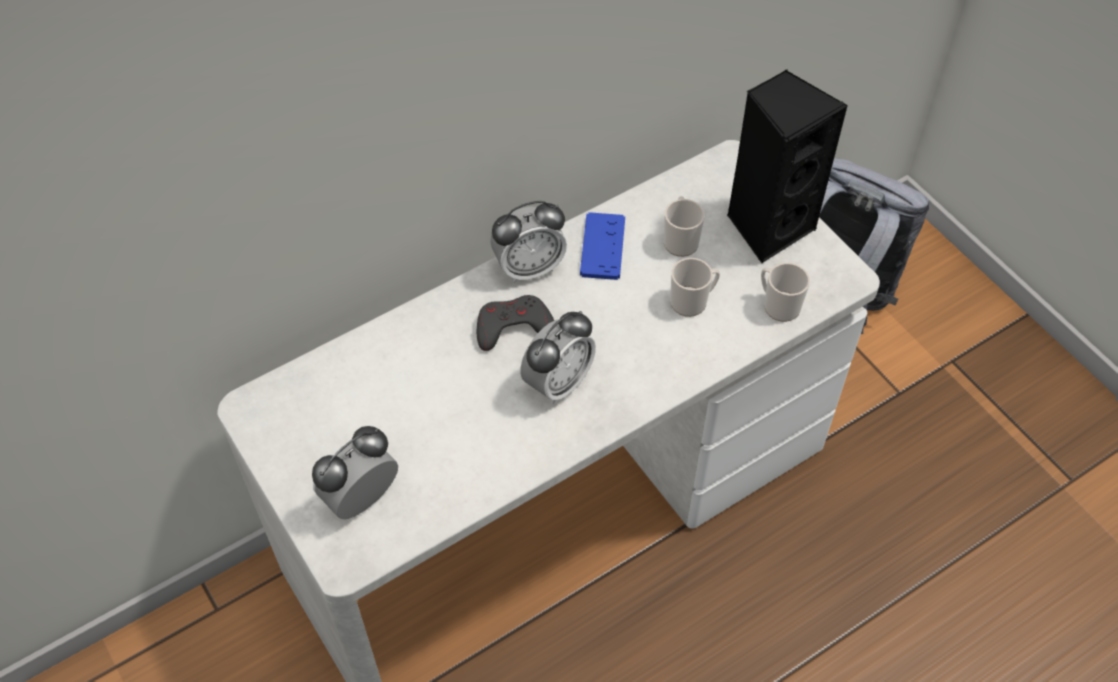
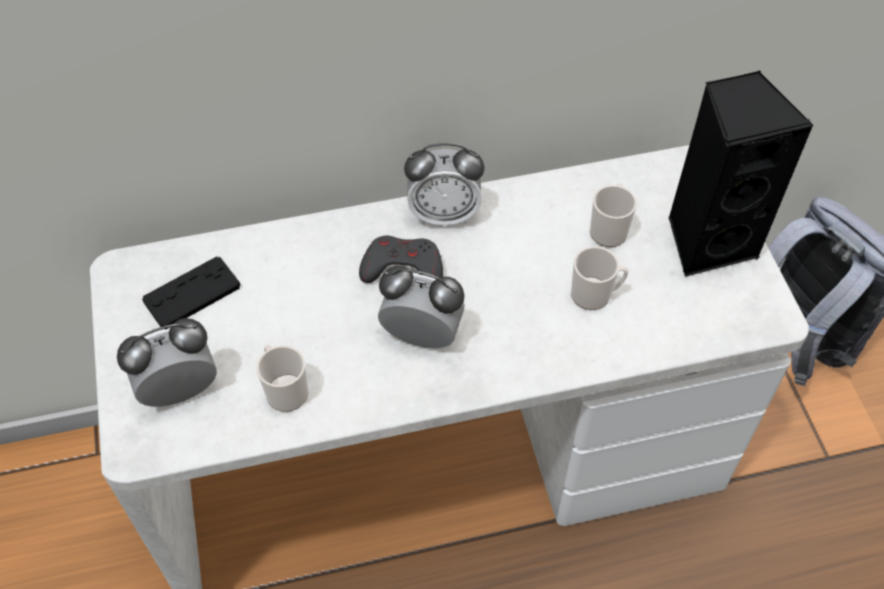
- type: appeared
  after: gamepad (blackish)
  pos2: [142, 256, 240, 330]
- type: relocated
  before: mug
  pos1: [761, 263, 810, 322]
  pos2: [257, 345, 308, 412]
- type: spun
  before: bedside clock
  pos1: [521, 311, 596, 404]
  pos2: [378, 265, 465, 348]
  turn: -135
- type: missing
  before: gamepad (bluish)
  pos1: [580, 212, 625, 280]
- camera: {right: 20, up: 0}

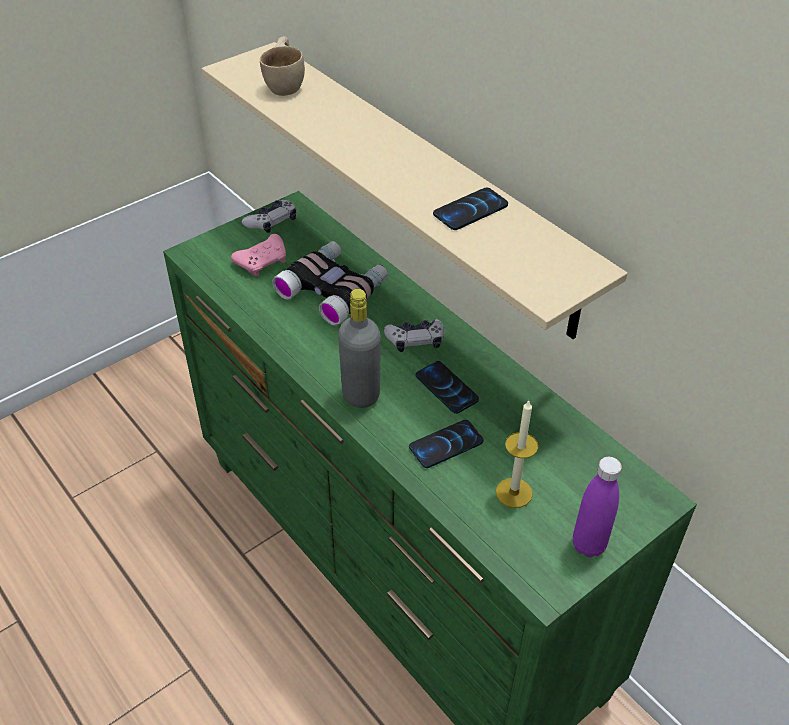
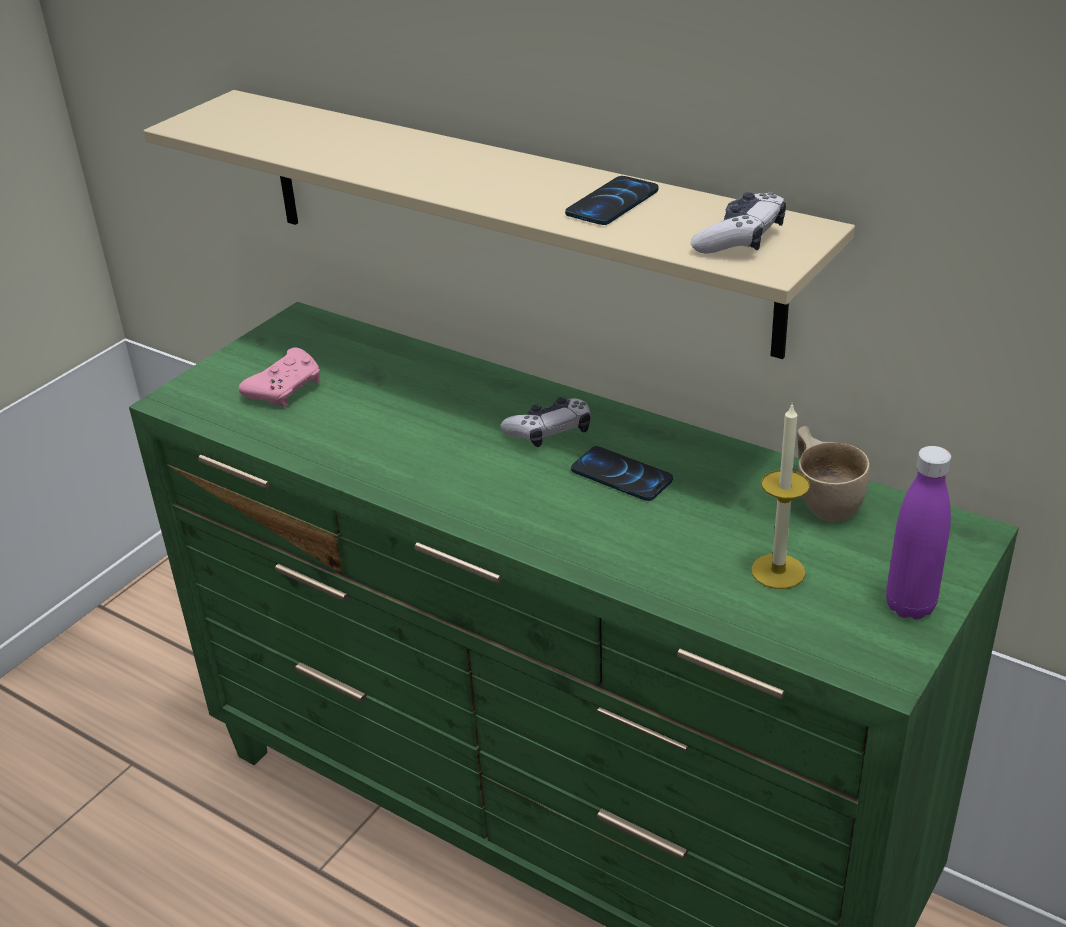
- type: relocated
  before: gamepad
  pos1: [242, 200, 296, 233]
  pos2: [691, 192, 786, 254]
- type: relocated
  before: cup (sand-coloured)
  pos1: [260, 36, 305, 96]
  pos2: [797, 426, 870, 522]
- type: missing
  before: field glasses
  pos1: [272, 241, 388, 326]
- type: missing
  before: drink bottle (grey)
  pos1: [338, 289, 381, 408]
- type: missing
  before: phone
  pos1: [409, 420, 484, 468]
- camera: {right: -15, up: -10}

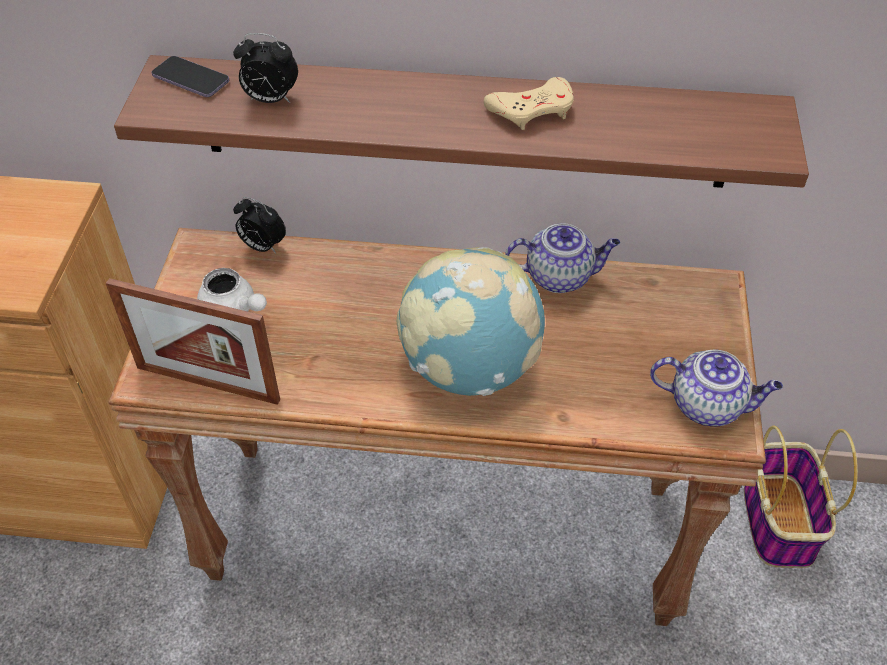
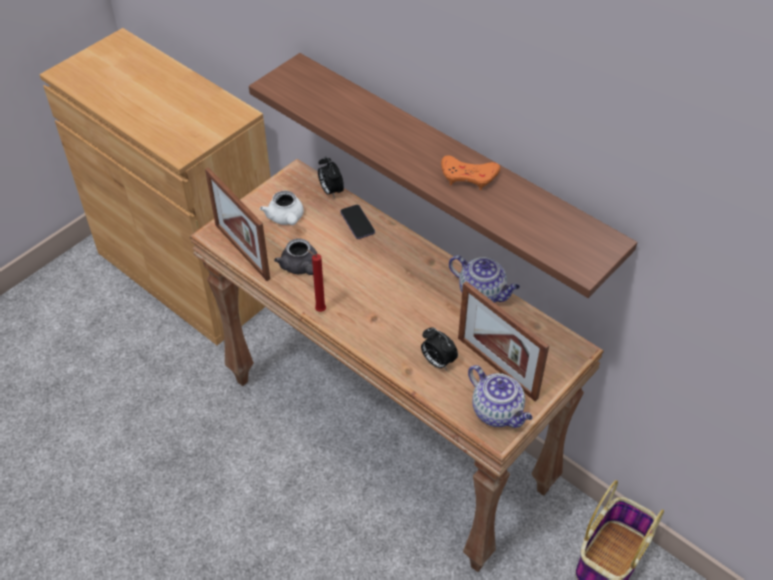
- type: appeared
  after: tea pot (grey)
  pos2: [274, 238, 317, 275]
- type: appeared
  after: wax candle (red-coloured)
  pos2: [307, 250, 326, 312]
- type: relocated
  before: phone
  pos1: [152, 56, 229, 97]
  pos2: [340, 205, 375, 239]
- type: relocated
  before: bedside clock
  pos1: [233, 33, 298, 103]
  pos2: [421, 328, 458, 370]
- type: colour
  before: gamepad (sand-coloured)
  after: gamepad (orangey)
  pos1: [484, 77, 574, 130]
  pos2: [441, 156, 500, 190]
- type: appeared
  after: picture frame
  pos2: [458, 281, 549, 401]
- type: missing
  before: globe
  pos1: [397, 247, 545, 396]
- camera: {right: 35, up: 0}

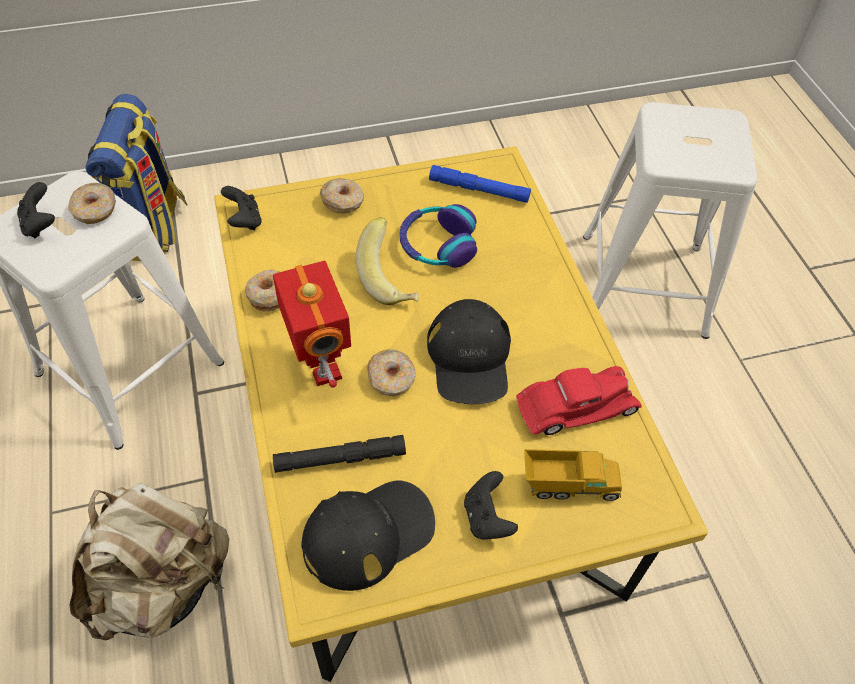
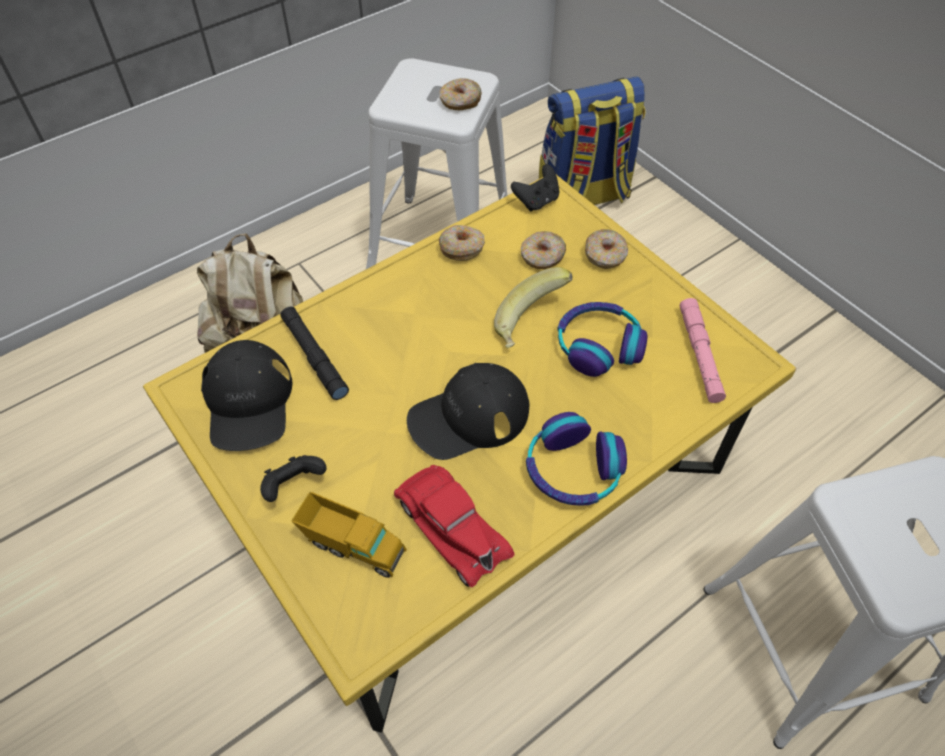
- type: spun
  before: cap (blackish)
  pos1: [301, 480, 435, 591]
  pos2: [201, 340, 292, 451]
  turn: 45
- type: spun
  before: toy lorry
  pos1: [524, 449, 622, 501]
  pos2: [292, 492, 407, 578]
  turn: -45
- type: relocated
  before: ring doughnut
  pos1: [367, 349, 416, 396]
  pos2: [521, 231, 566, 269]
- type: appeared
  after: pair of headphones
  pos2: [526, 412, 627, 506]
- type: colour
  before: hand torch (bluish)
  after: hand torch (pink)
  pos1: [429, 165, 531, 203]
  pos2: [680, 298, 726, 403]
- type: missing
  before: gamepad (blackish)
  pos1: [17, 182, 55, 238]
- type: missing
  before: model robot
  pos1: [273, 261, 351, 388]
- camera: {right: 70, up: 0}

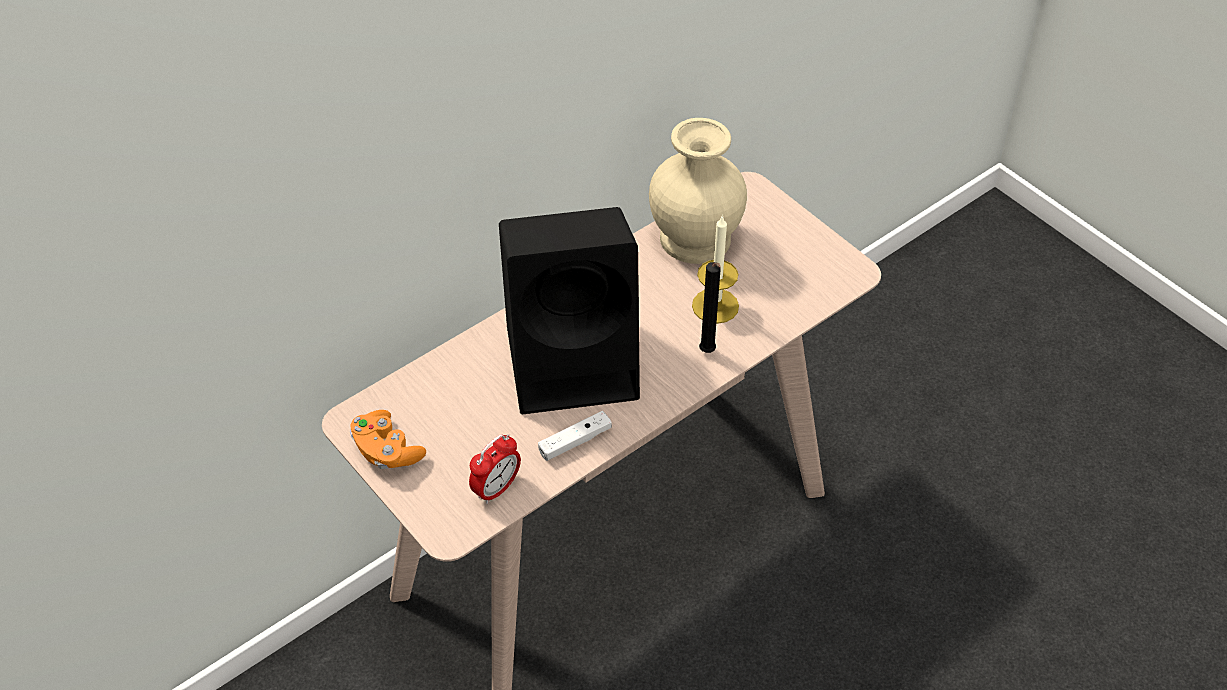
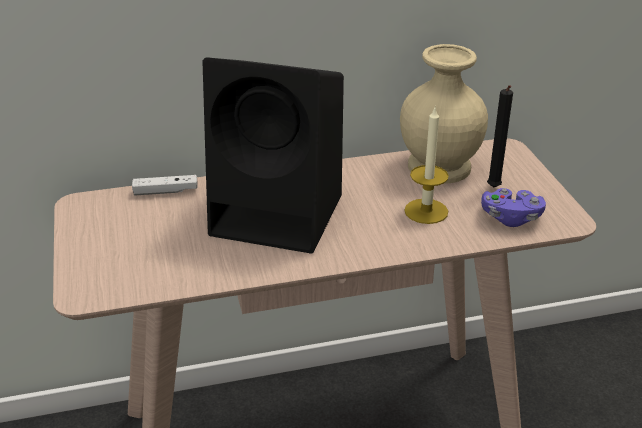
- type: relocated
  before: gamepad (whitish)
  pos1: [538, 411, 612, 461]
  pos2: [132, 175, 198, 195]
- type: appeared
  after: gamepad (purple-coloured)
  pos2: [481, 188, 546, 227]
- type: relocated
  before: wax candle (blackish)
  pos1: [699, 262, 721, 353]
  pos2: [487, 85, 513, 187]
- type: missing
  before: gamepad (orangey)
  pos1: [350, 410, 426, 469]
- type: missing
  before: bedside clock
  pos1: [469, 434, 521, 504]
- camera: {right: 25, up: -15}

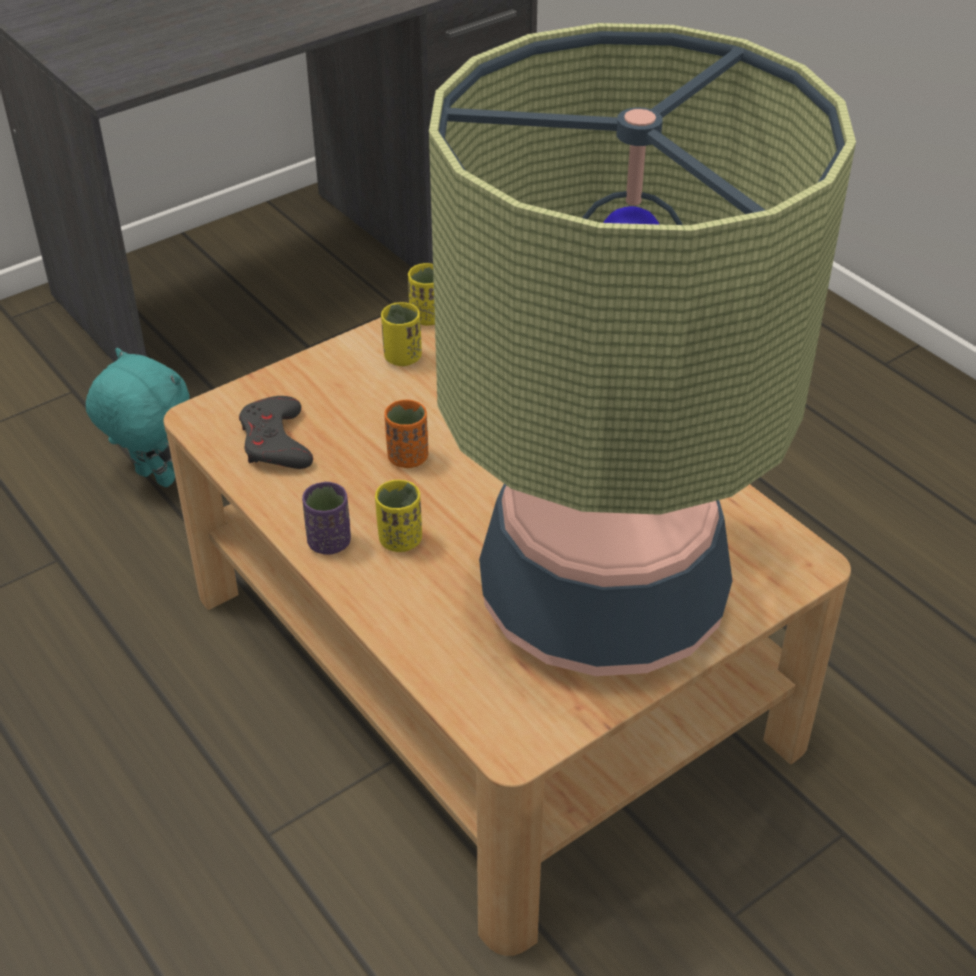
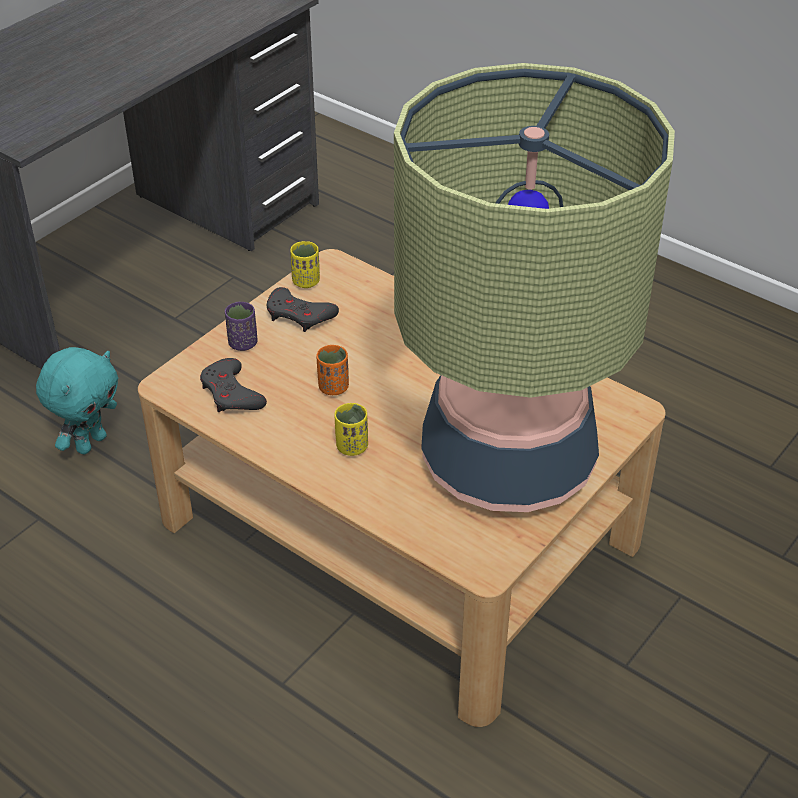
- type: spun
  before: soft toy (turquoise-coloured)
  pos1: [86, 348, 190, 488]
  pos2: [36, 347, 118, 454]
  turn: 105
- type: relocated
  before: cup (purple-coloured)
  pos1: [302, 482, 351, 555]
  pos2: [224, 302, 258, 351]
- type: exchanged
  before: cup (yellow-coloured)
  after: gamepad (grey)
  pos1: [381, 302, 422, 366]
  pos2: [267, 287, 339, 332]
- camera: {right: -15, up: 0}

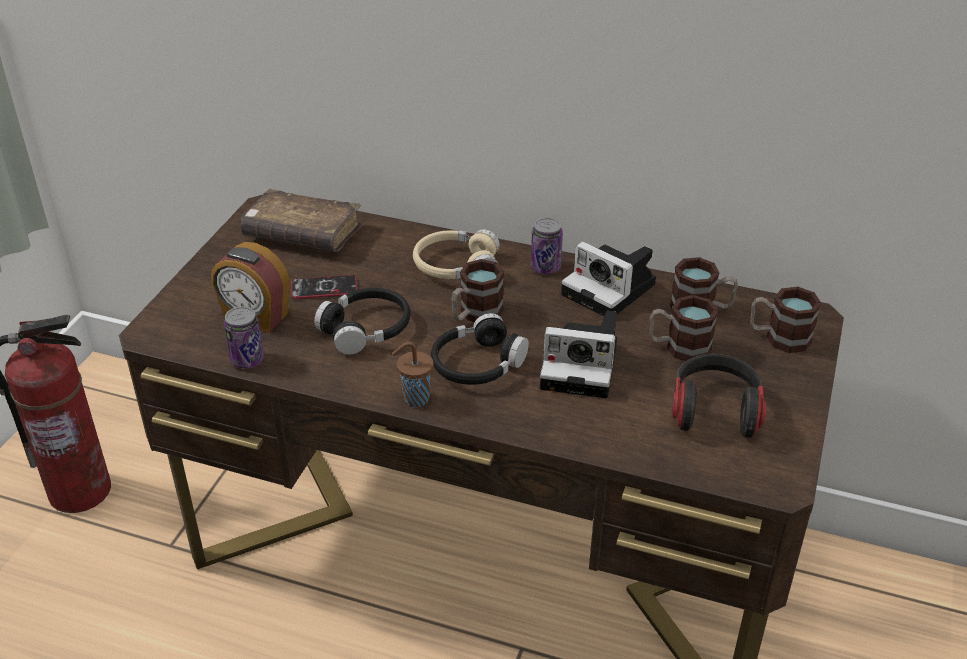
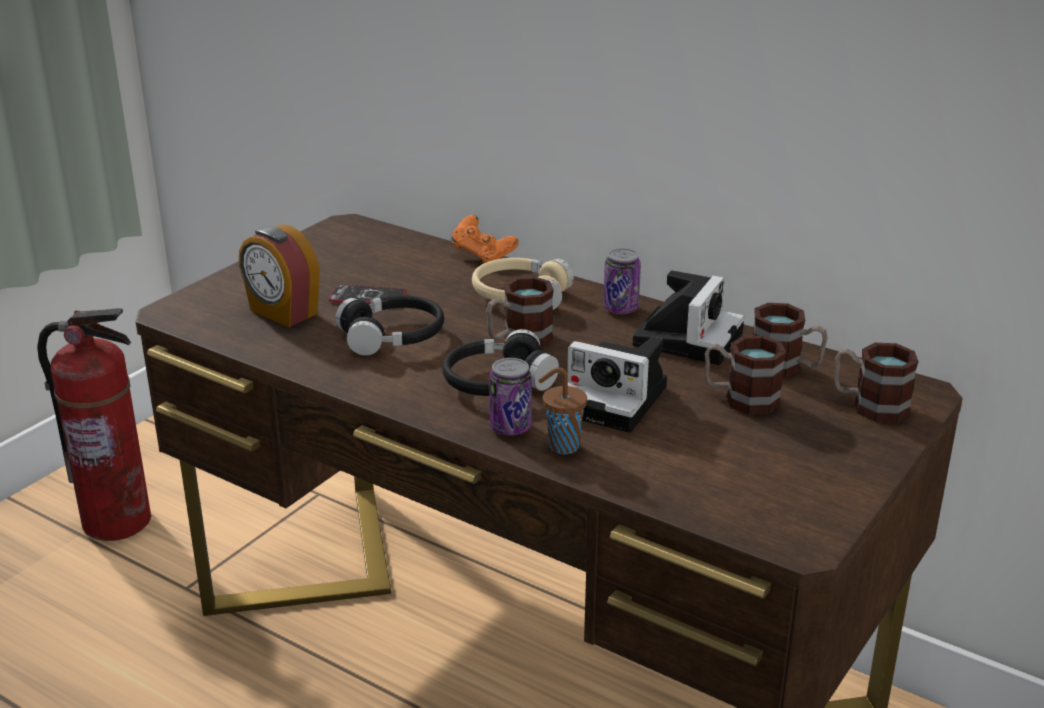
- type: appeared
  after: gamepad (orangey)
  pos2: [451, 215, 519, 263]
- type: relocated
  before: metal can
  pos1: [224, 306, 264, 369]
  pos2: [489, 358, 532, 435]
- type: relocated
  before: cup (brown-coloured)
  pos1: [392, 342, 434, 407]
  pos2: [539, 367, 587, 454]
- type: spun
  before: photo camera
  pos1: [561, 242, 656, 316]
  pos2: [632, 270, 744, 365]
  turn: -120
- type: missing
  before: bound book (brown-coloured)
  pos1: [241, 189, 363, 252]
- type: missing
  before: pair of headphones
  pos1: [672, 354, 766, 438]
- camera: {right: 15, up: -10}

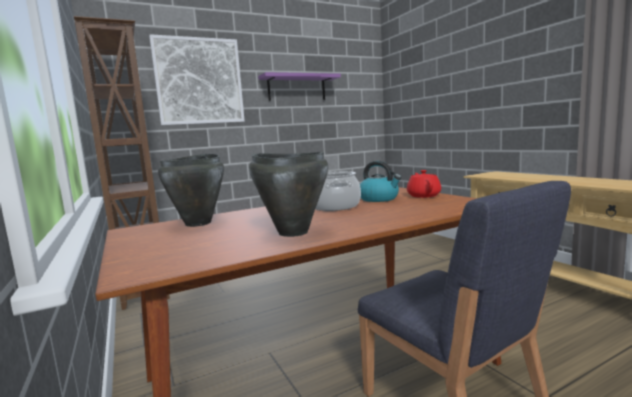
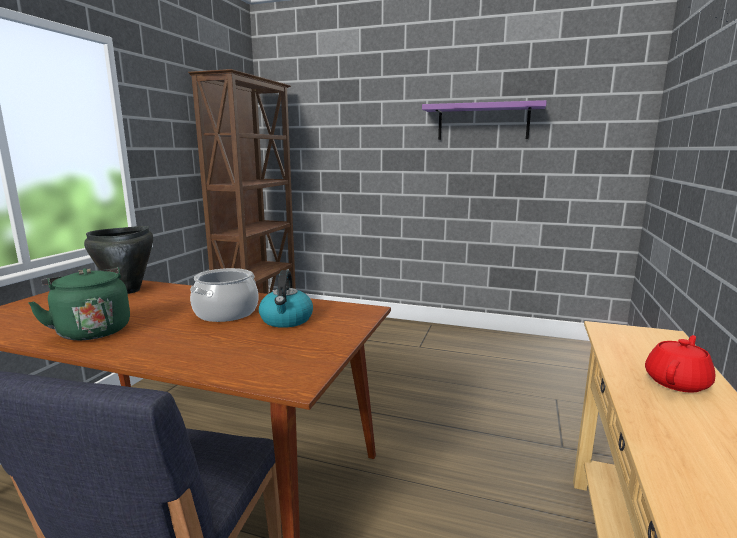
- type: exchanged
  before: stockpot (blackish)
  after: water kettle (green-coloured)
  pos1: [249, 152, 328, 237]
  pos2: [28, 267, 130, 340]
- type: relocated
  before: tea pot (red-coloured)
  pos1: [407, 170, 441, 198]
  pos2: [645, 335, 715, 393]
- type: missing
  before: wall art
  pos1: [149, 34, 245, 125]
- camera: {right: 45, up: 5}

